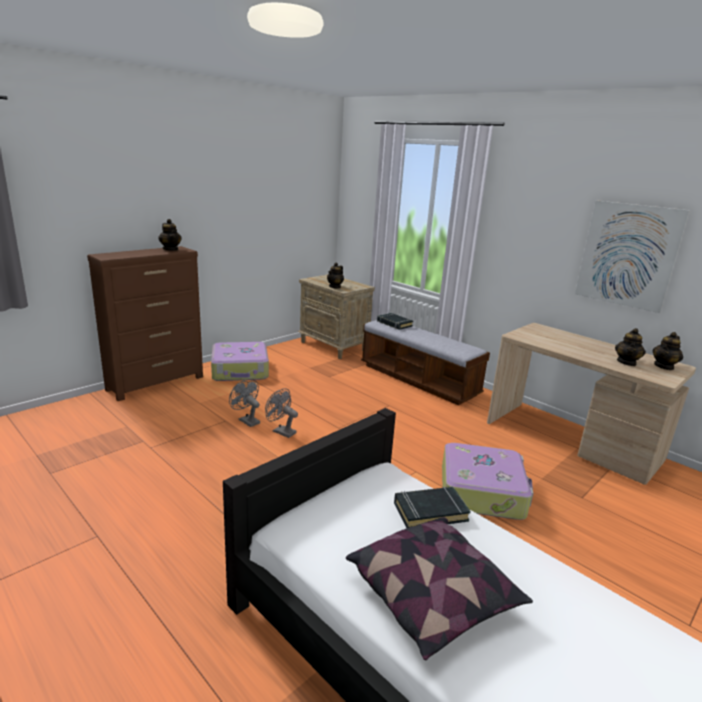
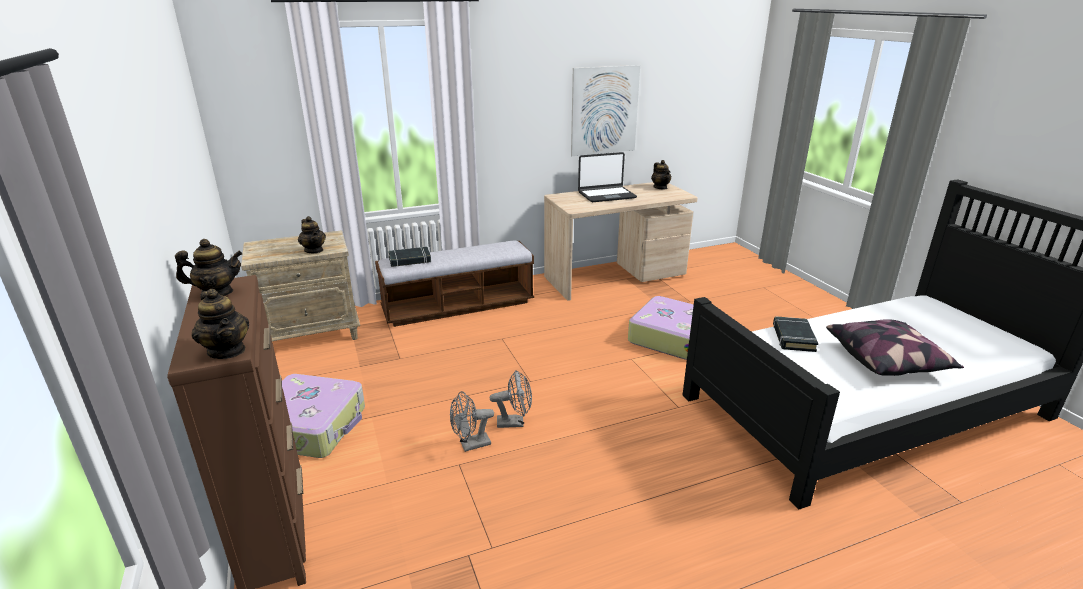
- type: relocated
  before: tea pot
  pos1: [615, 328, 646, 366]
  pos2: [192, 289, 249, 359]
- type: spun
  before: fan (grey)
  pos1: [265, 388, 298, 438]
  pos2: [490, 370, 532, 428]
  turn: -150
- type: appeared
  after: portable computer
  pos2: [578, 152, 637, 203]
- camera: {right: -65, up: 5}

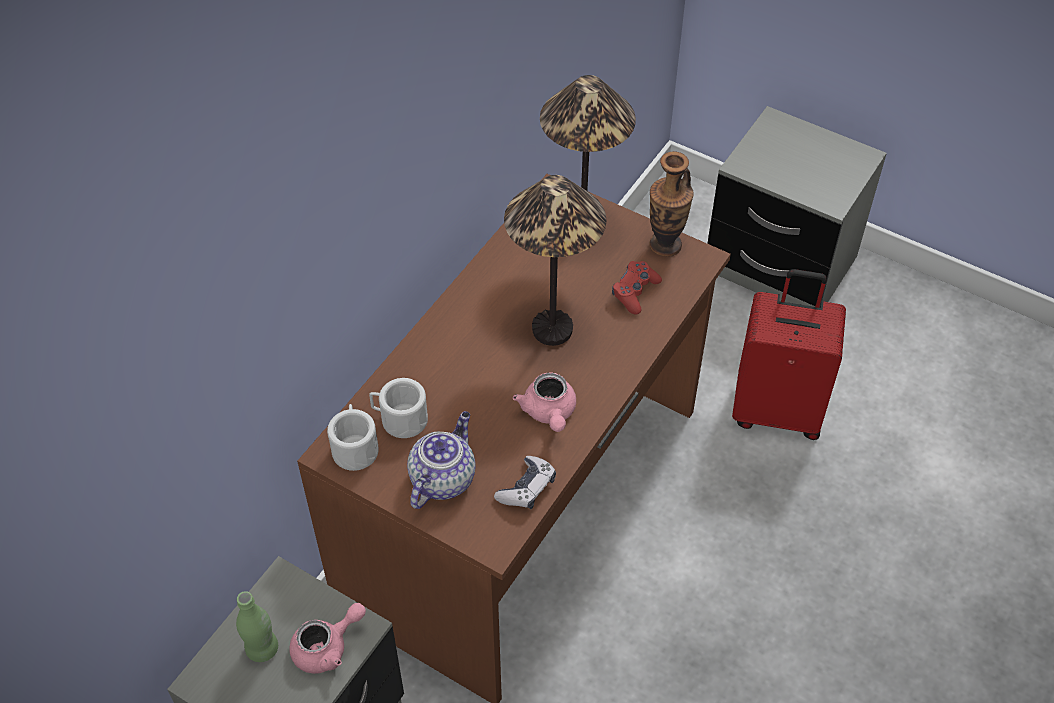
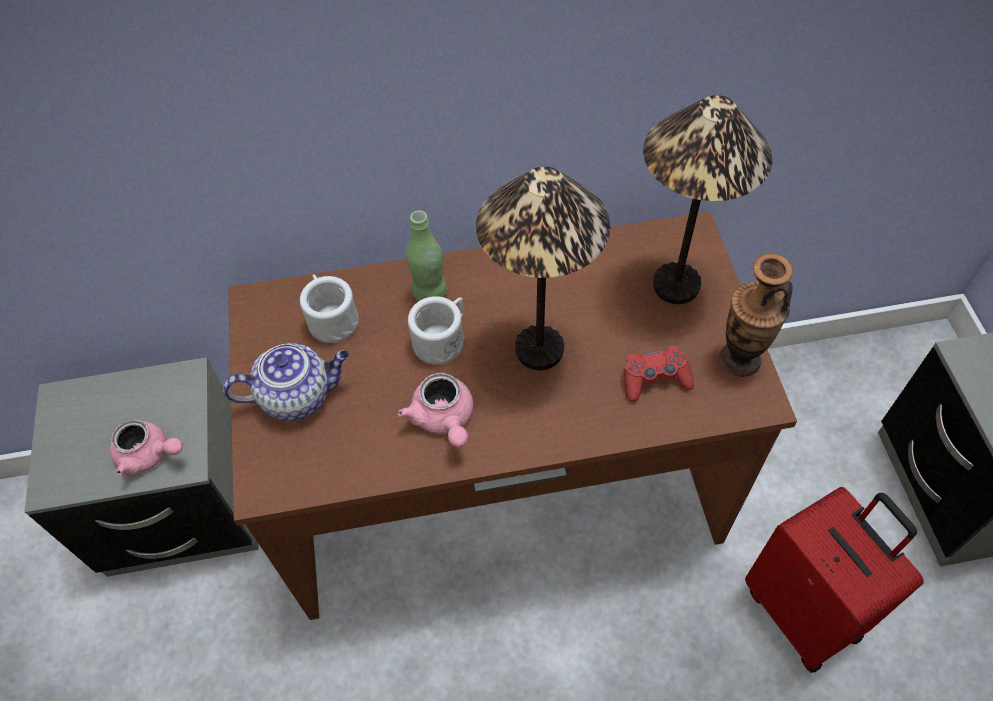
- type: spun
  before: tea pot (pink)
  pos1: [513, 373, 576, 432]
  pos2: [398, 373, 473, 447]
  turn: -60
- type: relocated
  before: drink bottle (green-coloured)
  pos1: [236, 591, 278, 662]
  pos2: [406, 210, 447, 301]
- type: relocated
  before: mug (whitish)
  pos1: [327, 404, 378, 471]
  pos2: [408, 296, 464, 365]
- type: missing
  before: gamepad
  pos1: [494, 456, 556, 509]
- camera: {right: 50, up: 5}

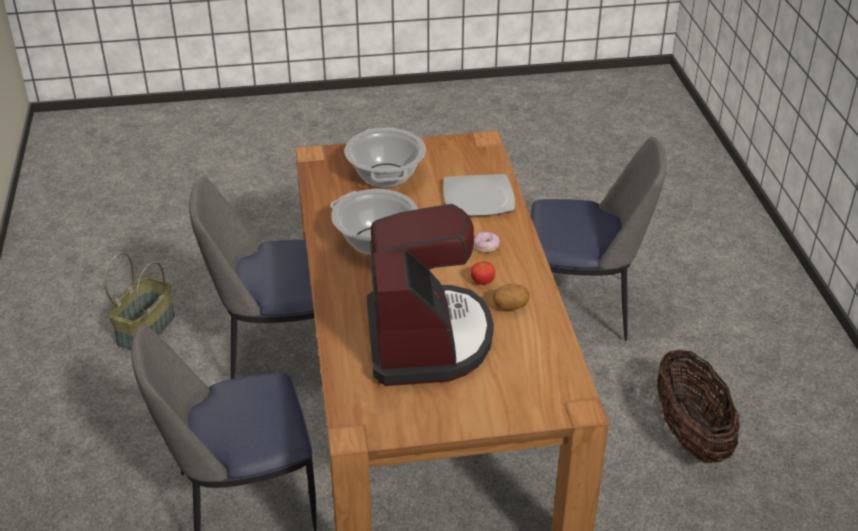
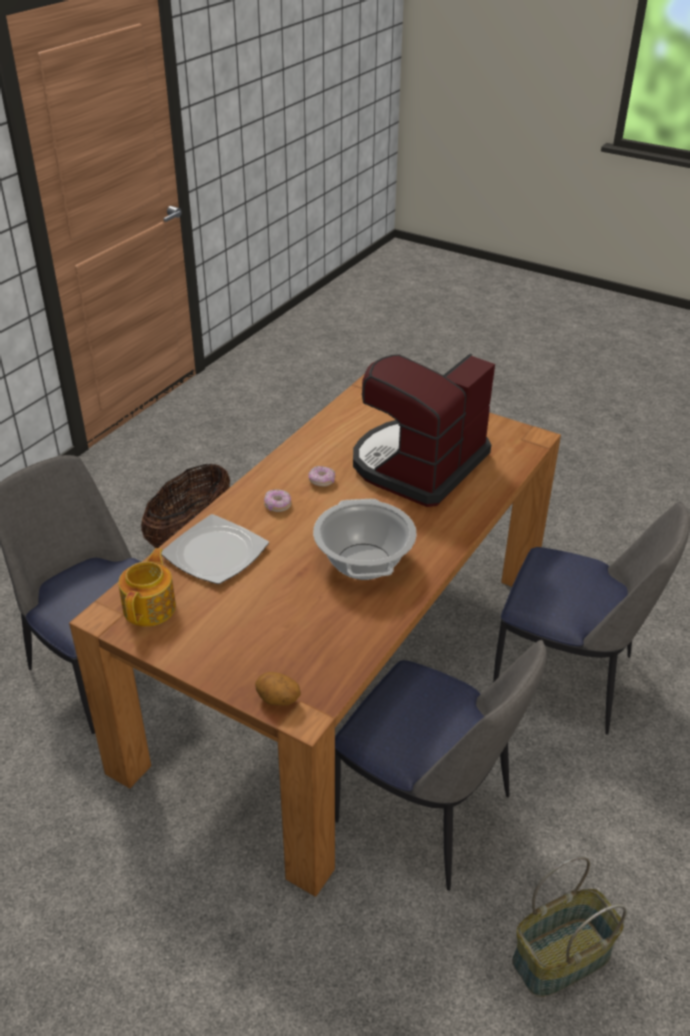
- type: appeared
  after: tea pot
  pos2: [118, 548, 176, 627]
- type: relocated
  before: whole potato
  pos1: [493, 283, 529, 310]
  pos2: [255, 672, 301, 706]
- type: exchanged
  before: fresh tomato
  after: ring doughnut
  pos1: [471, 262, 495, 285]
  pos2: [308, 466, 335, 487]
- type: missing
  before: stockpot
  pos1: [345, 128, 426, 188]
- camera: {right: -140, up: 0}

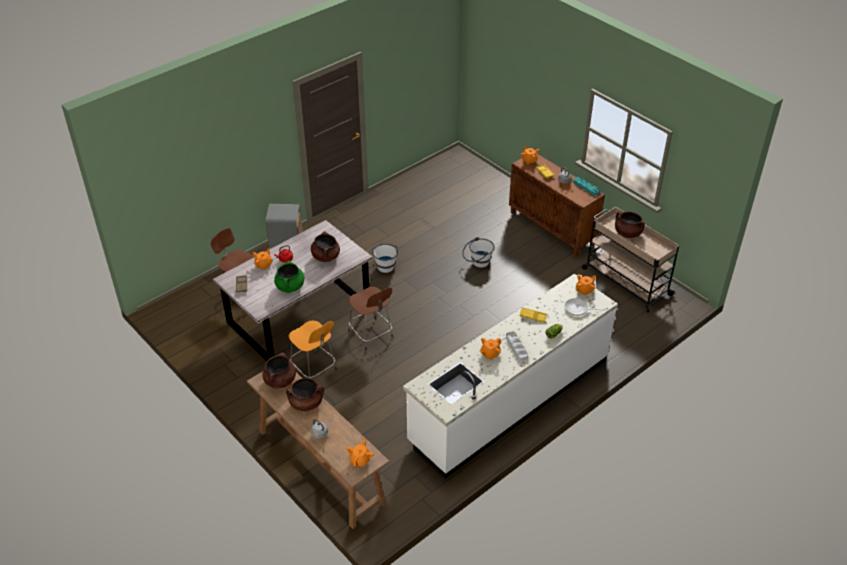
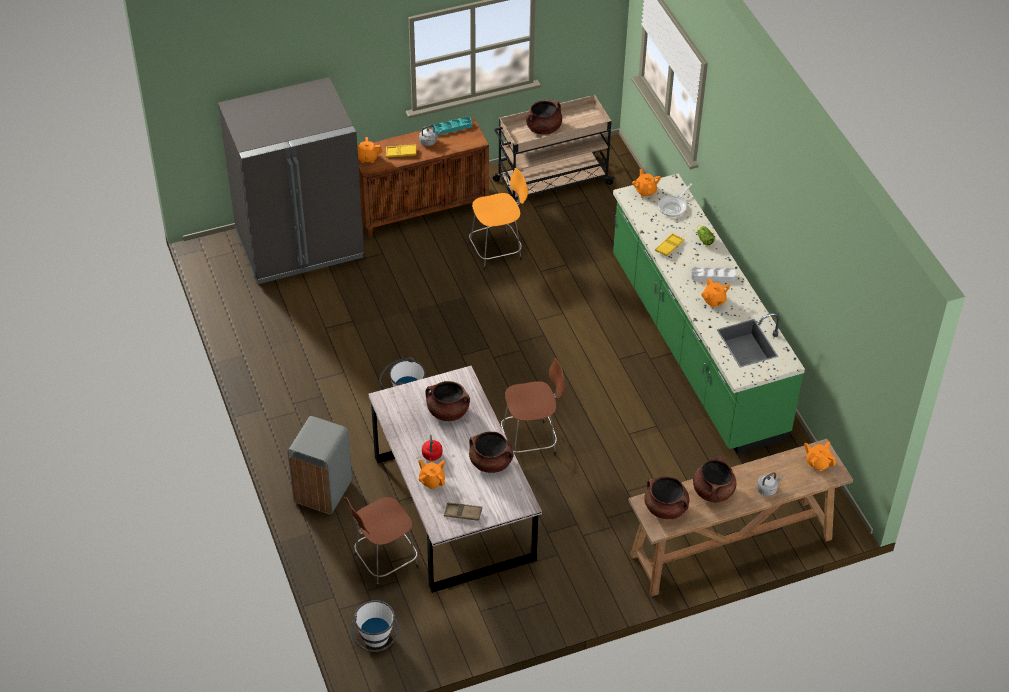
- type: appeared
  after: kitchen fridge (grey)
  pos2: [218, 77, 364, 284]
- type: relocated
  before: water bucket (whitish)
  pos1: [462, 237, 495, 268]
  pos2: [351, 600, 398, 652]
- type: relocated
  before: sitting stool (orangey)
  pos1: [289, 320, 337, 378]
  pos2: [469, 168, 528, 271]
- type: colour
  before: stockpot (green-coloured)
  after: stockpot (brown-coloured)
  pos1: [274, 261, 304, 293]
  pos2: [469, 432, 514, 473]
- type: colour
  before: kitchen base unit (whitish)
  after: kitchen base unit (green-coloured)
  pos1: [403, 274, 618, 479]
  pos2: [613, 174, 805, 454]
- camera: {right: -70, up: 5}

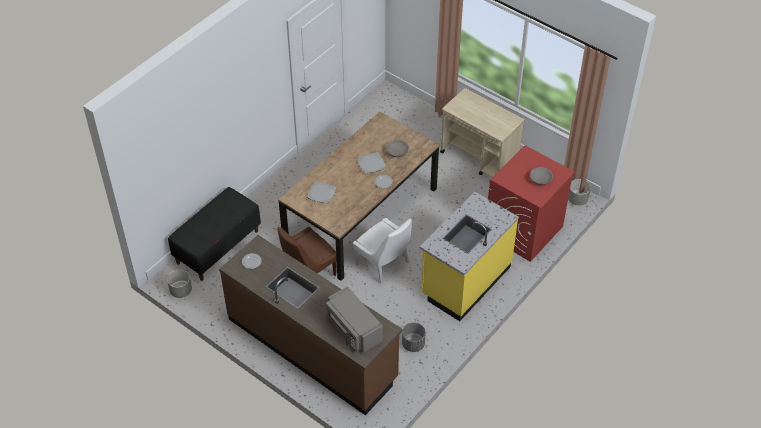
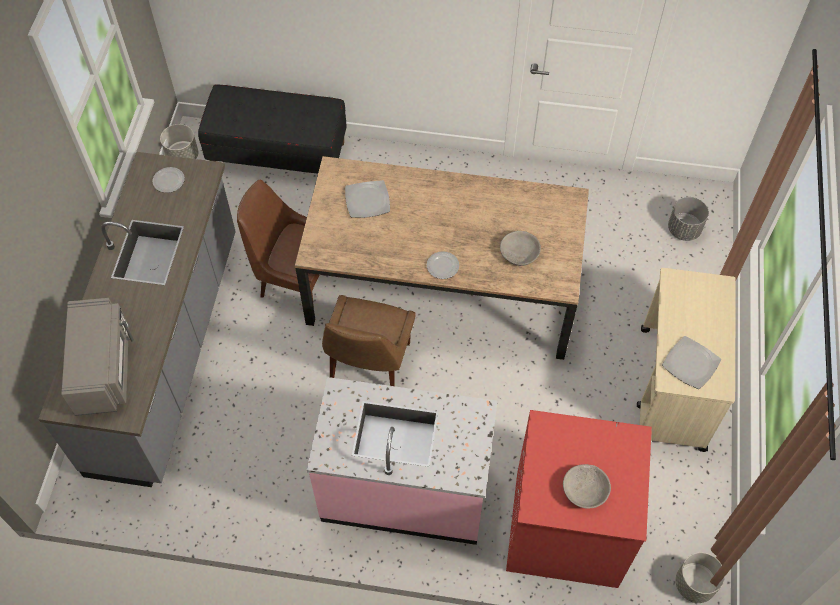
- type: colour
  before: kitchen base unit (brown-coloured)
  after: kitchen base unit (grey)
  pos1: [219, 235, 402, 415]
  pos2: [39, 152, 236, 487]
- type: spun
  before: microwave oven (grey)
  pos1: [326, 286, 383, 354]
  pos2: [61, 298, 134, 416]
  turn: 150
- type: colour
  before: kitchen base unit (yellow-coloured)
  after: kitchen base unit (pink)
  pos1: [420, 192, 519, 321]
  pos2: [307, 377, 498, 545]
- type: colour
  before: chair (whitish)
  after: chair (brown-coloured)
  pos1: [353, 218, 412, 284]
  pos2: [322, 295, 416, 386]
- type: relocated
  before: flat dish
  pos1: [357, 152, 386, 173]
  pos2: [662, 336, 721, 389]
- type: relocated
  before: plant pot (grey)
  pos1: [402, 322, 426, 352]
  pos2: [668, 197, 709, 241]
- camera: {right: 60, up: 10}

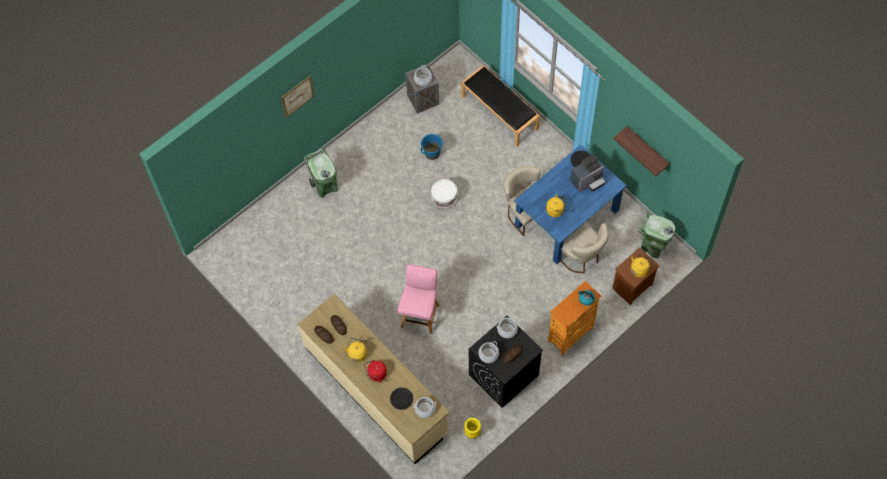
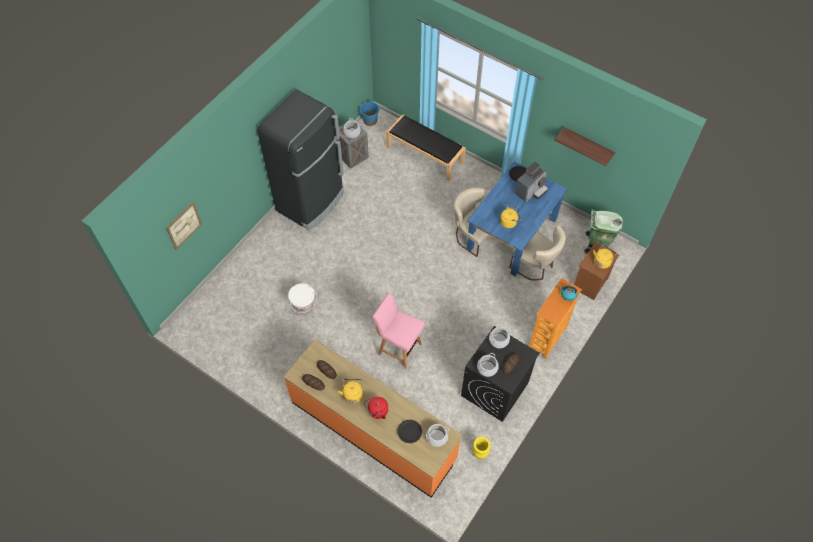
- type: relocated
  before: wall art
  pos1: [281, 76, 315, 118]
  pos2: [166, 202, 202, 250]
- type: appeared
  after: kitchen fridge (blackish)
  pos2: [257, 90, 344, 230]
- type: colour
  before: kitchen base unit (sand-coloured)
  after: kitchen base unit (orangey)
  pos1: [298, 294, 450, 464]
  pos2: [284, 340, 463, 498]
- type: relocated
  before: water bucket (whitish)
  pos1: [431, 179, 459, 208]
  pos2: [288, 283, 317, 313]
- type: relocated
  before: water bucket (bluish)
  pos1: [421, 134, 443, 160]
  pos2: [360, 102, 380, 126]
- type: spun
  before: chair (pink)
  pos1: [398, 264, 439, 334]
  pos2: [372, 293, 425, 369]
  turn: -60
- type: missing
  before: rubbish bin (green-coloured)
  pos1: [303, 149, 338, 198]
- camera: {right: -15, up: -5}

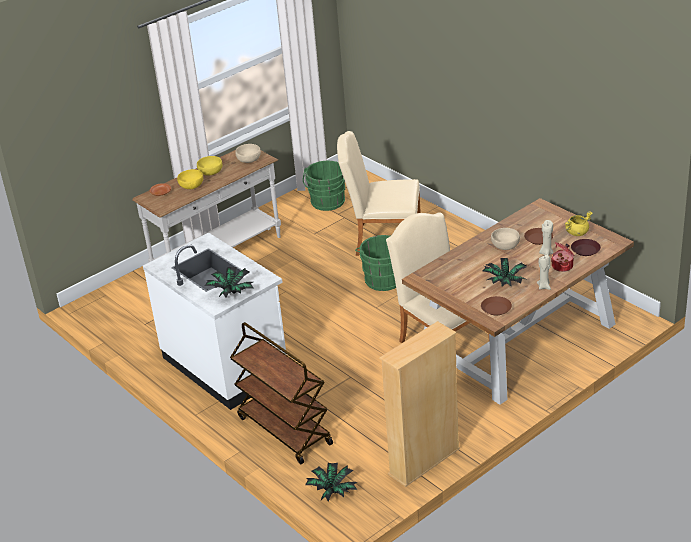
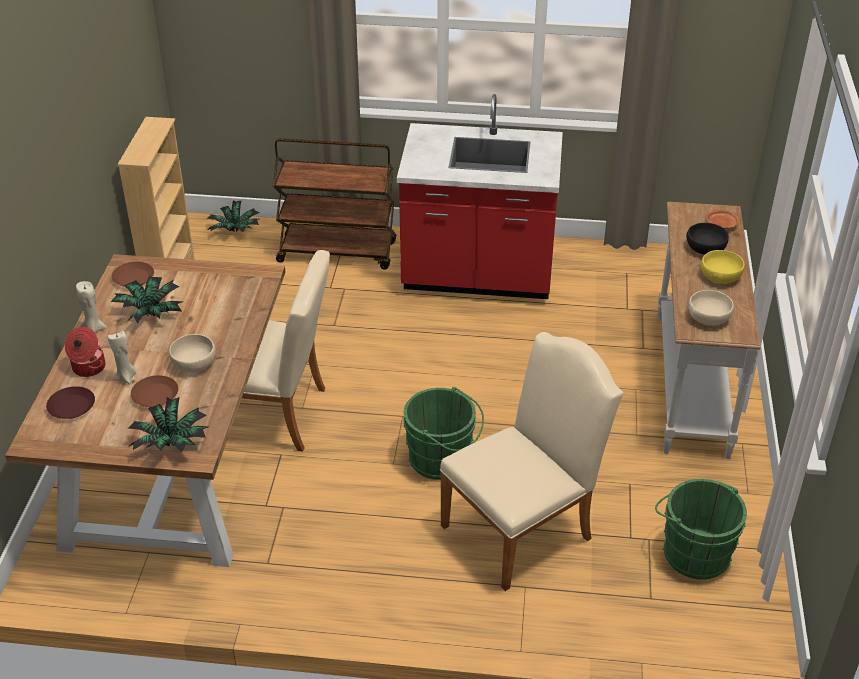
- type: relocated
  before: houseplant
  pos1: [205, 267, 254, 297]
  pos2: [128, 397, 208, 452]
- type: colour
  before: kitchen base unit (whitish)
  after: kitchen base unit (red-coloured)
  pos1: [143, 232, 287, 410]
  pos2: [397, 94, 563, 299]
- type: colour
  before: serving bowl (yellow-coloured)
  after: serving bowl (blackish)
  pos1: [177, 169, 203, 189]
  pos2: [687, 223, 729, 255]
- type: missing
  before: stockpot (yellow-coloured)
  pos1: [565, 211, 592, 236]
- camera: {right: 135, up: 5}

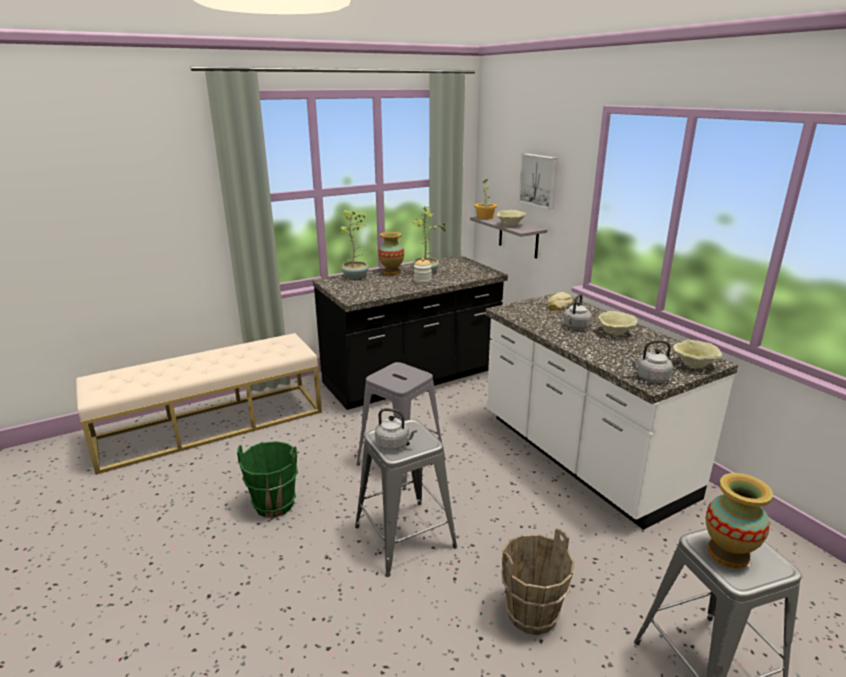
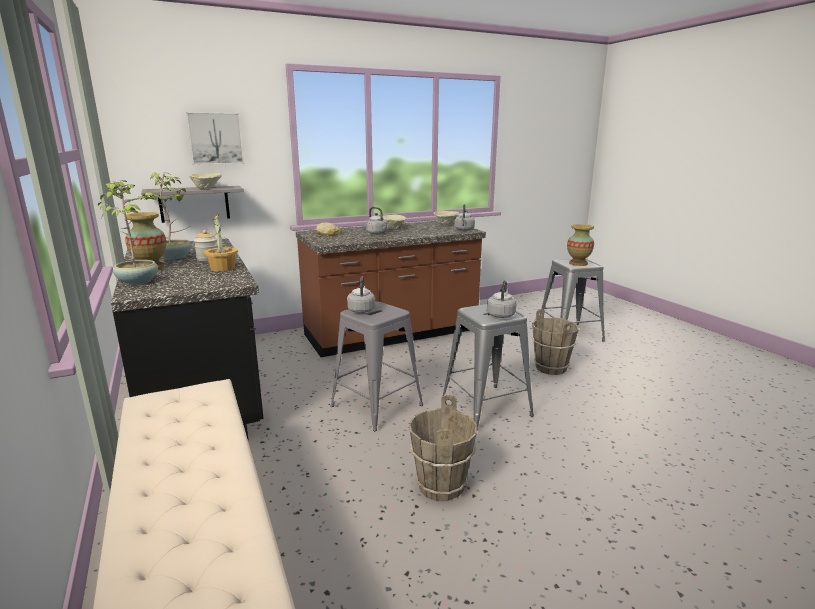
- type: relocated
  before: houseplant
  pos1: [474, 179, 497, 219]
  pos2: [203, 214, 238, 271]
- type: colour
  before: kitchen base unit (whitish)
  after: kitchen base unit (brown-coloured)
  pos1: [486, 293, 738, 530]
  pos2: [296, 221, 486, 357]
- type: appeared
  after: water kettle (grey)
  pos2: [347, 276, 375, 313]
- type: colour
  before: water bucket (green-coloured)
  after: water bucket (brown-coloured)
  pos1: [237, 441, 298, 518]
  pos2: [409, 395, 477, 501]
- camera: {right: -85, up: -5}

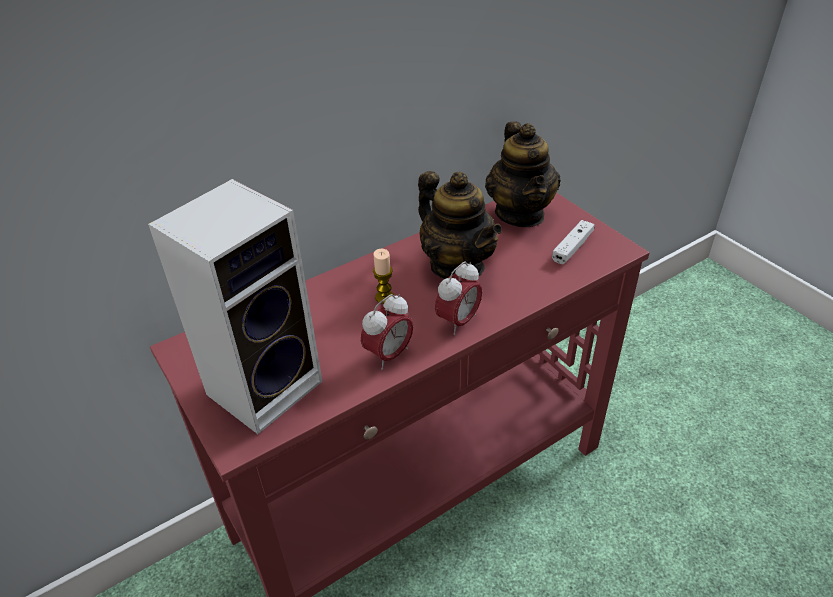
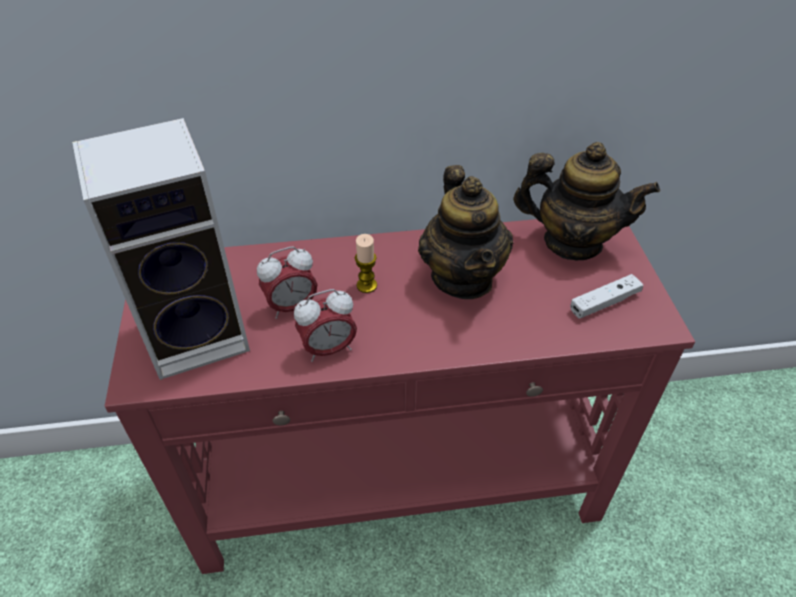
- type: relocated
  before: bedside clock
  pos1: [435, 261, 482, 335]
  pos2: [257, 246, 317, 319]
- type: spun
  before: tea pot
  pos1: [485, 122, 561, 227]
  pos2: [513, 142, 660, 260]
  turn: -90
- camera: {right: 25, up: 5}

